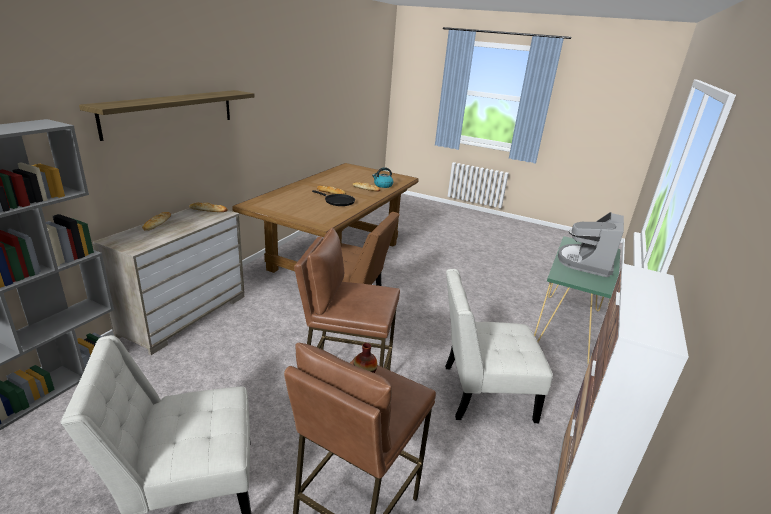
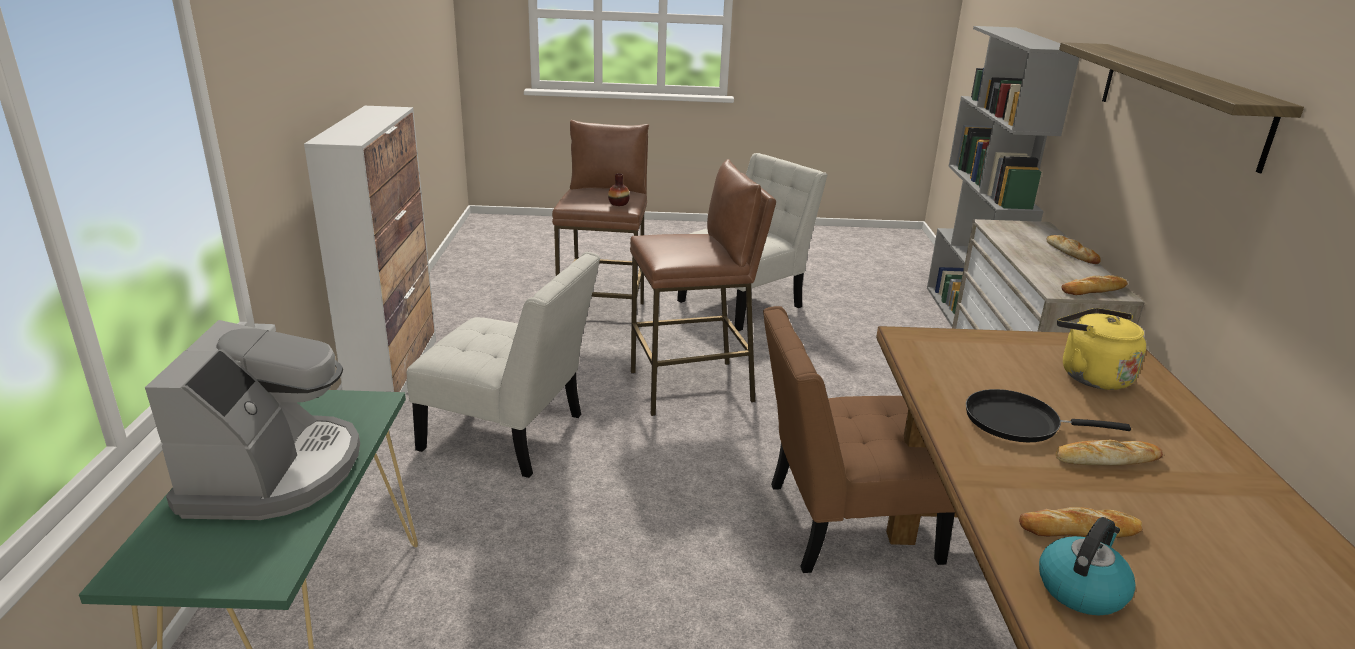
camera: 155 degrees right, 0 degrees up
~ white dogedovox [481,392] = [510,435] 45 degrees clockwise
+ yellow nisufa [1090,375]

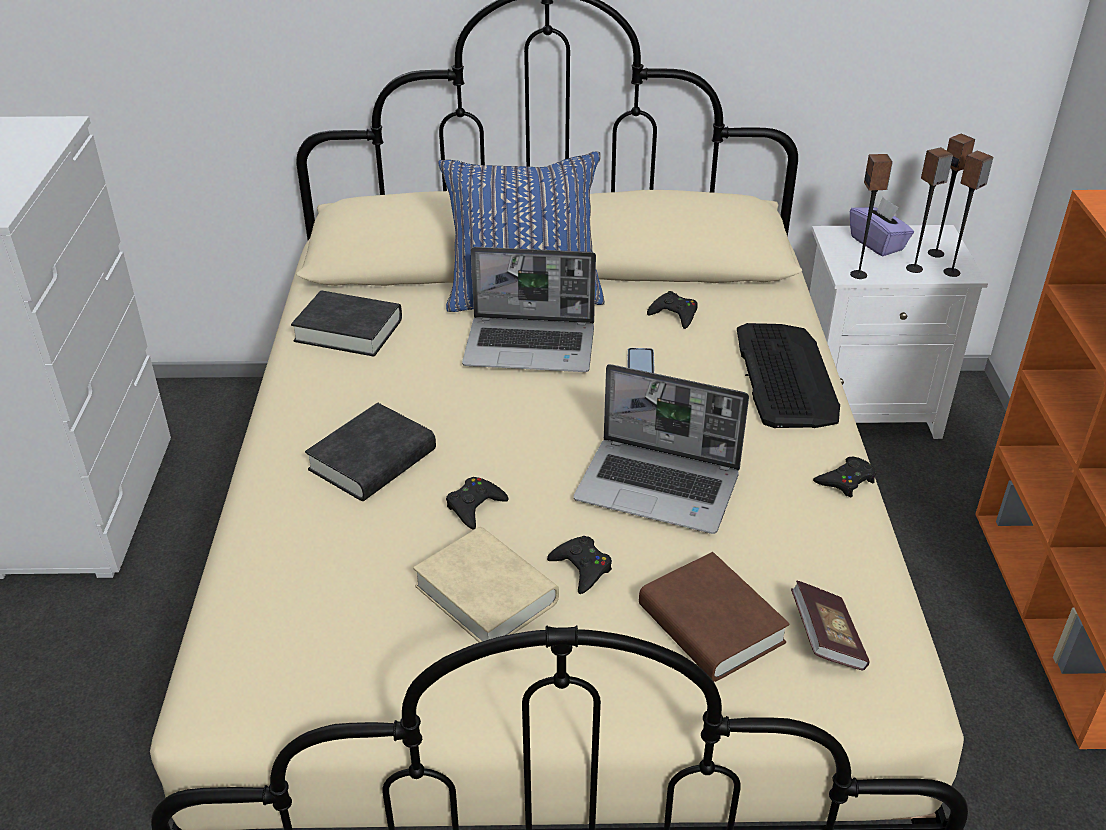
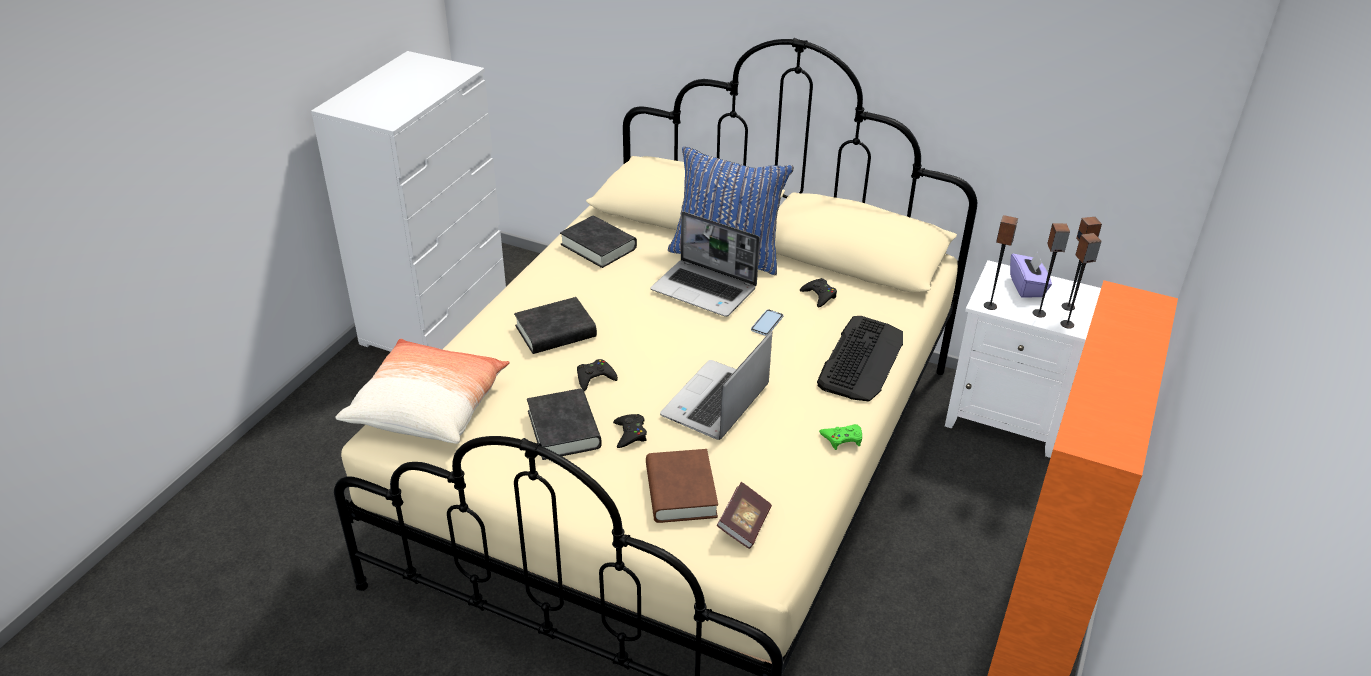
camera: 25 degrees right, 0 degrees up
~ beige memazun [486,594] to black memazun [564,429]
~ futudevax [660,487] = [716,403] 75 degrees clockwise
~ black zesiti [846,481] to green zesiti [842,439]
+ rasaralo [428,407]

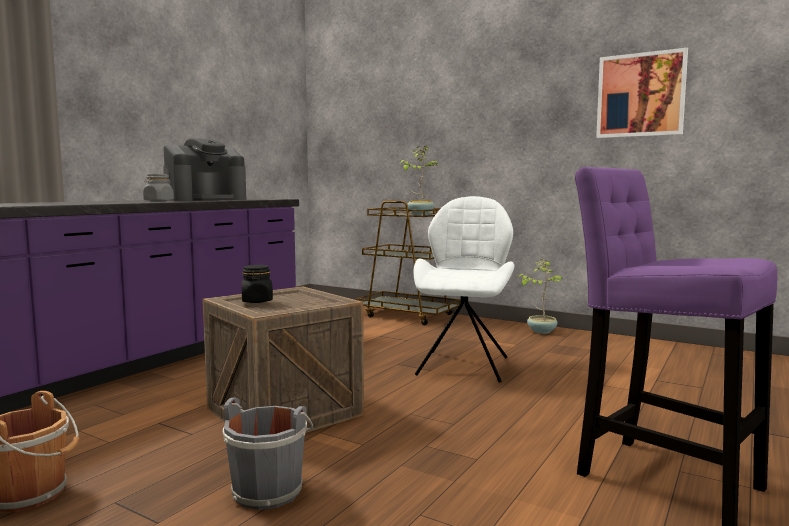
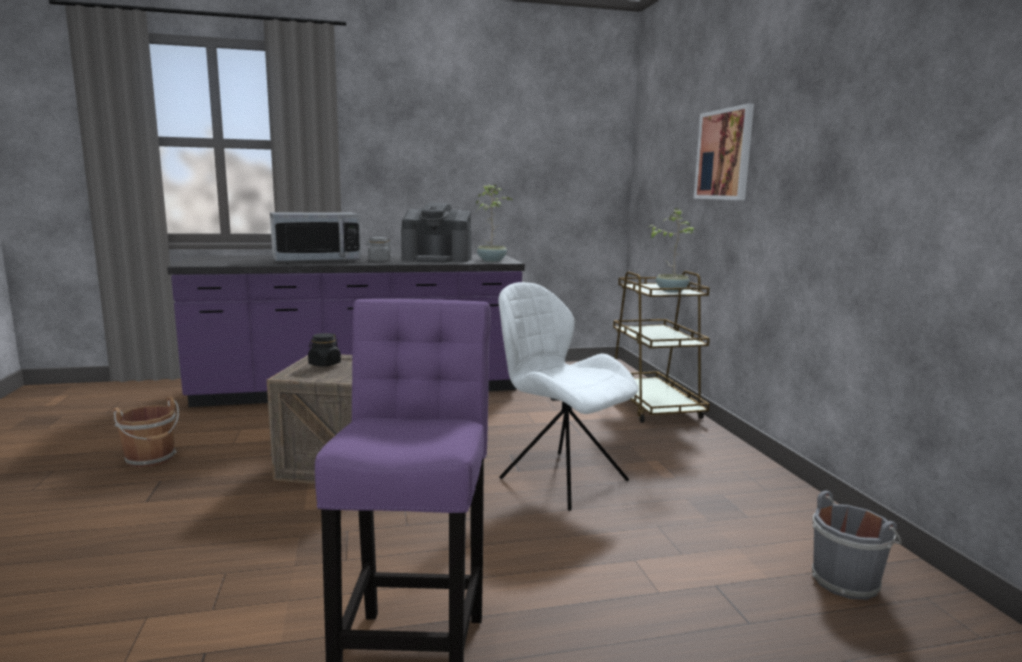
camera: 45 degrees right, 5 degrees up
~ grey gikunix [268,490] to [846,580]
~ white dogedovox [464,365] = [560,478] 105 degrees counterclockwise
~ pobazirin [541,331] to [492,260]
~ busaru [640,95] to [724,154]
+ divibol [316,260]

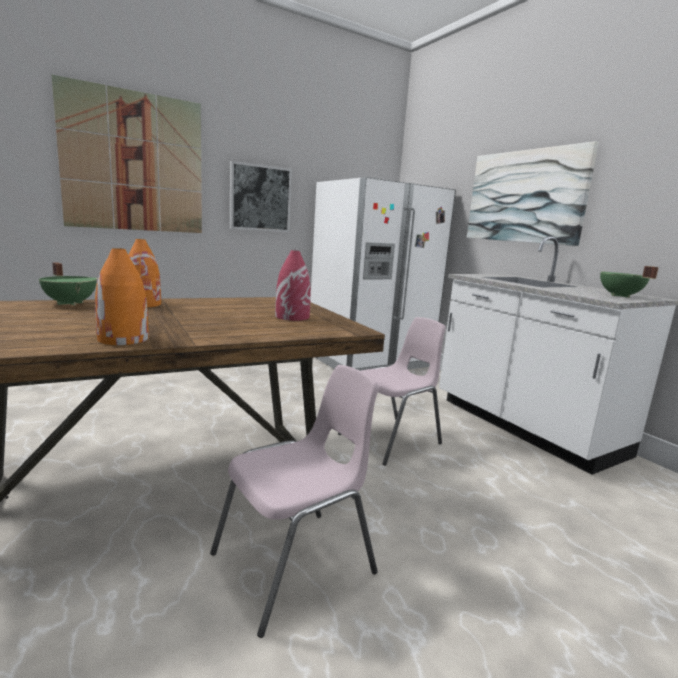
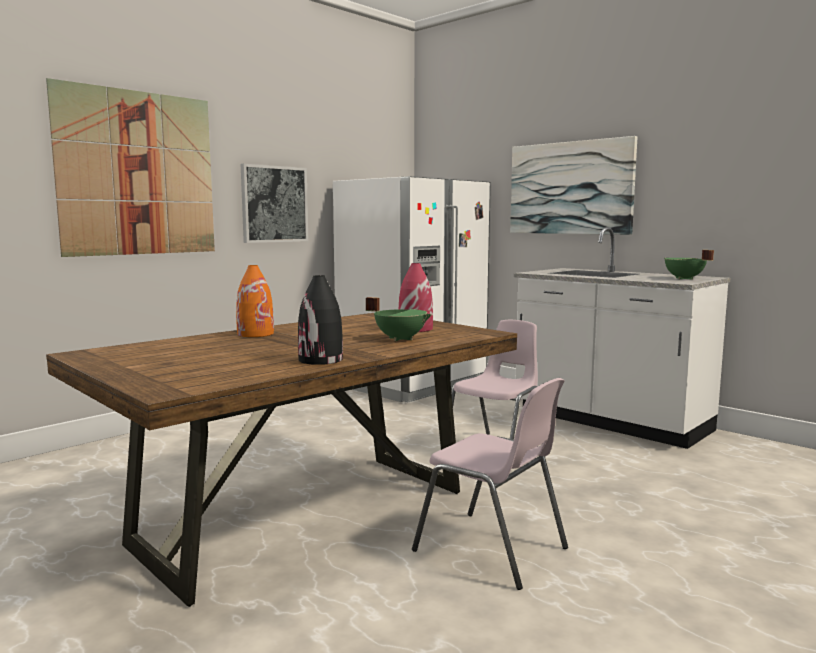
camera: 15 degrees left, 5 degrees down
~ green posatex [71,303] to [400,338]
~ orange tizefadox [123,339] to black tizefadox [320,360]
~ pink dogedovox [296,564] = [492,550] 90 degrees clockwise

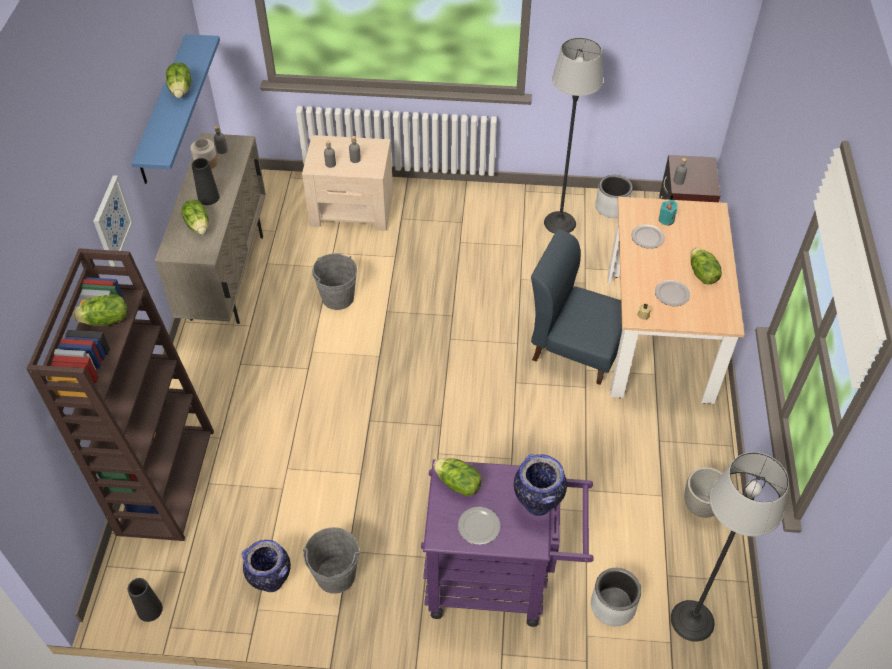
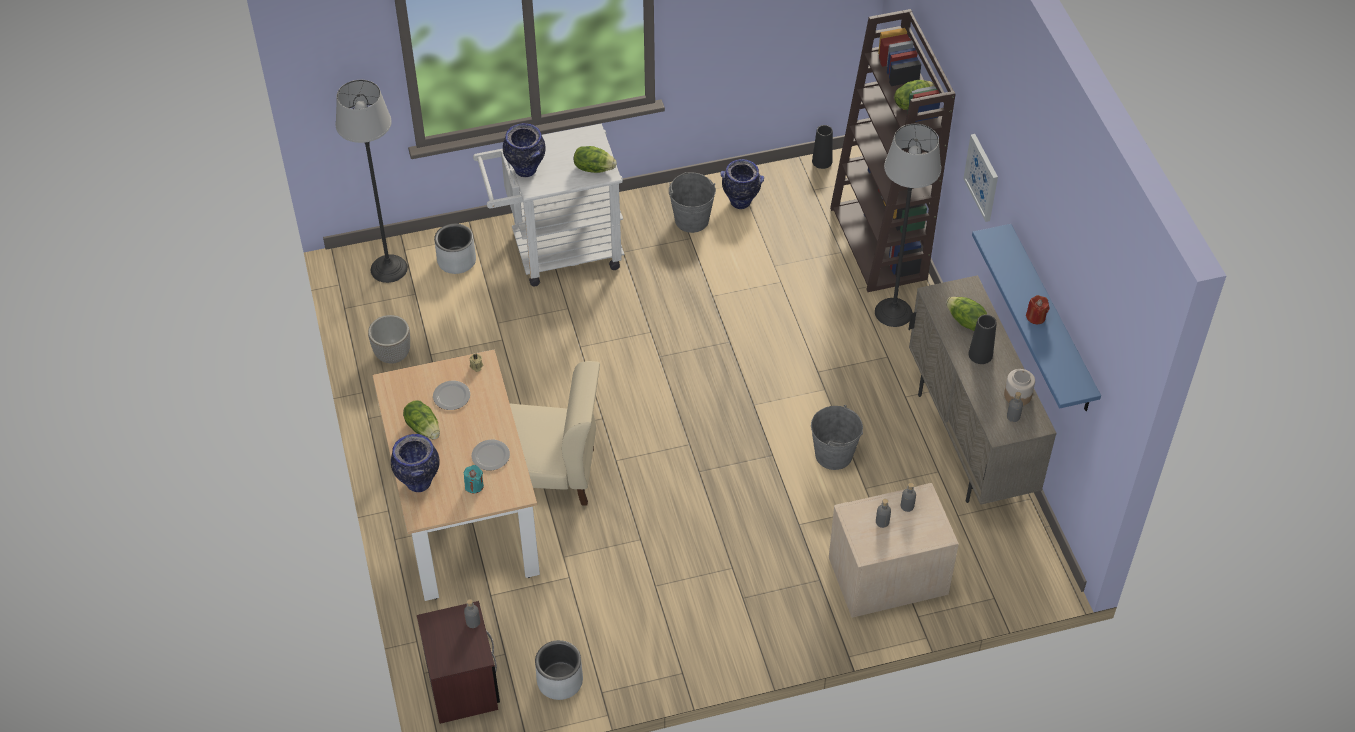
camera: 160 degrees right, 0 degrees up
~ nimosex [181,90] to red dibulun [1035,317]
~ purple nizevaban [499,580] to white nizevaban [556,252]
- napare [478,526]
~ blue dogedovox [576,348] to beige dogedovox [551,473]
~ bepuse [559,222] to [893,312]
+ tizefadox [418,482]

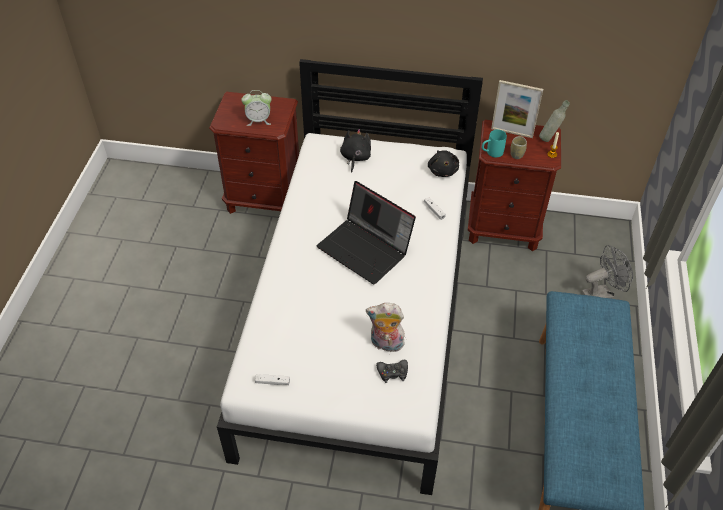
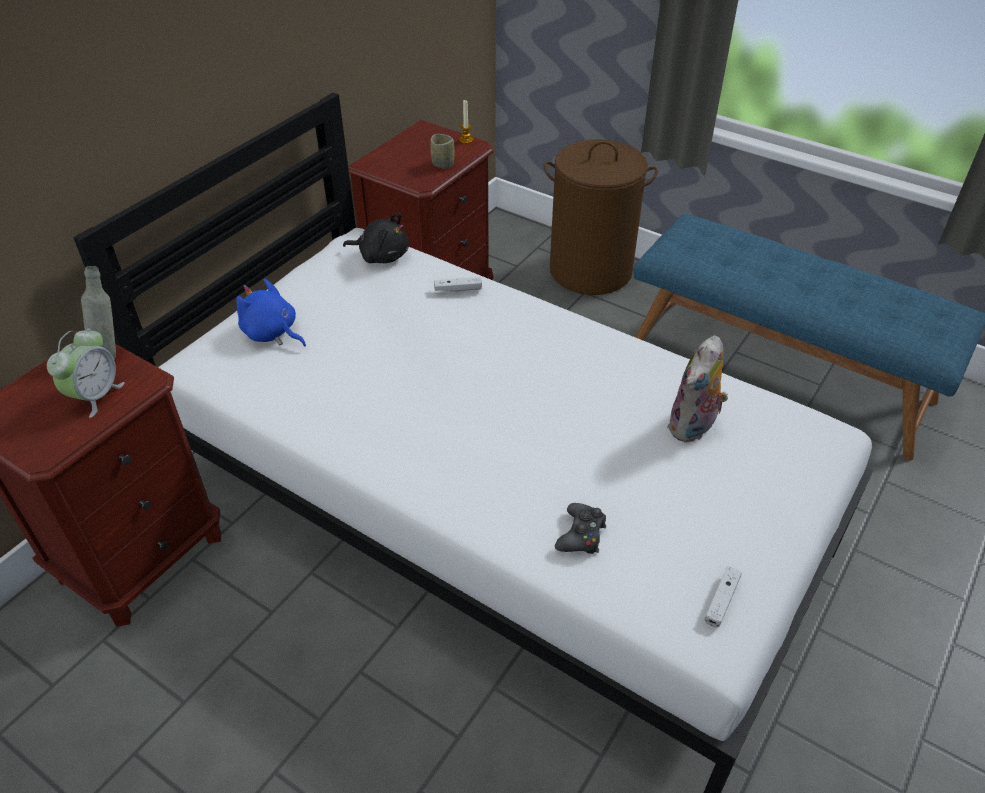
camera: 65 degrees left, 5 degrees down
- futudevax [366,249]
~ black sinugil [355,158] to blue sinugil [272,333]
~ black zesiti [392,372] to [581,535]
- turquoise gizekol [491,153]
- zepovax [512,132]
~ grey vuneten [549,139] to [110,353]
~ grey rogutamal [601,293] to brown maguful [590,271]

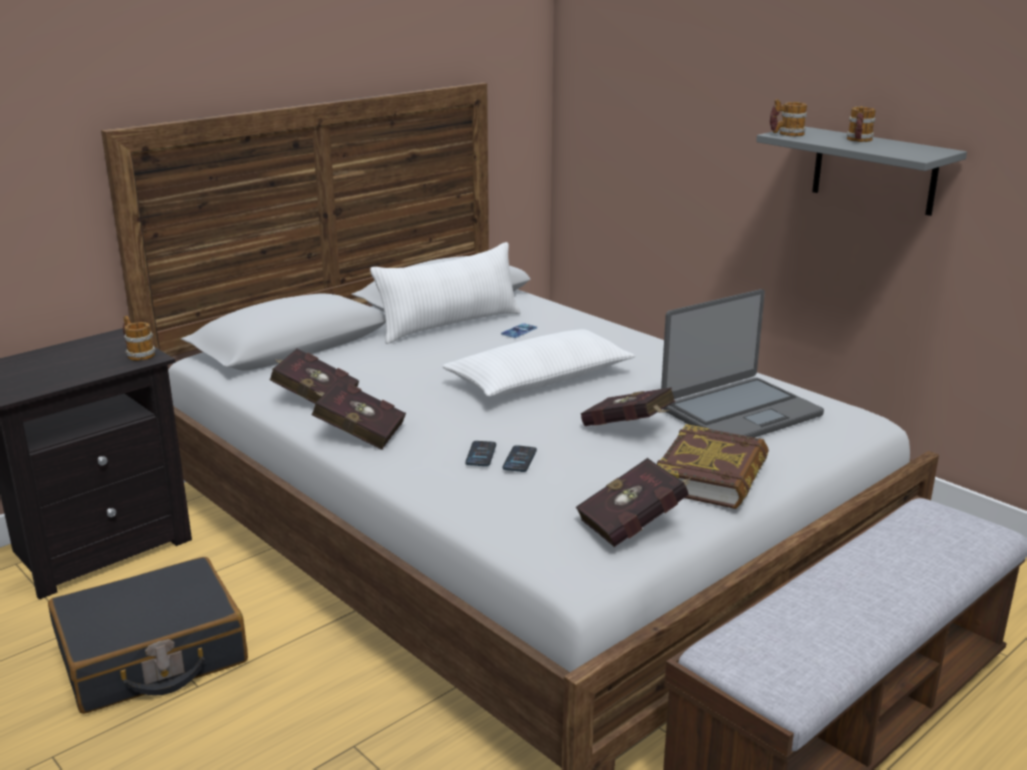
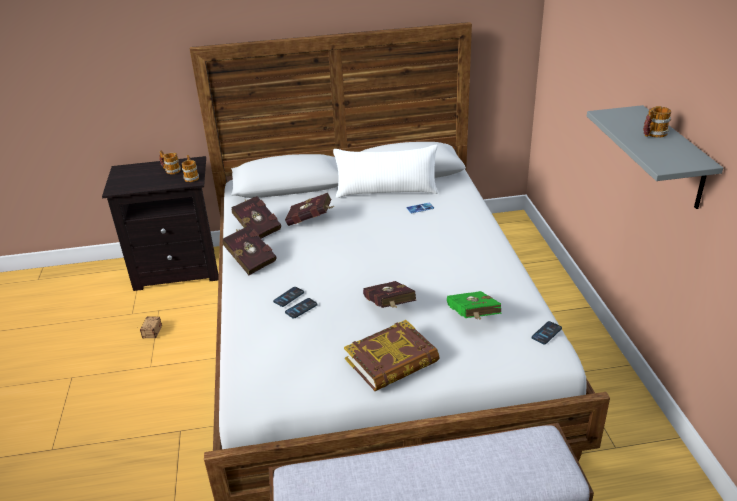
camera: 35 degrees right, 10 degrees up
~ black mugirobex [152,655] to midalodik [148,341]
- white rasaralo [539,380]
~ red memazun [635,524] to [311,220]
~ futudevax [739,412] to green memazun [472,318]
~ gizekol [786,134] to [170,170]
+ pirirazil [546,333]

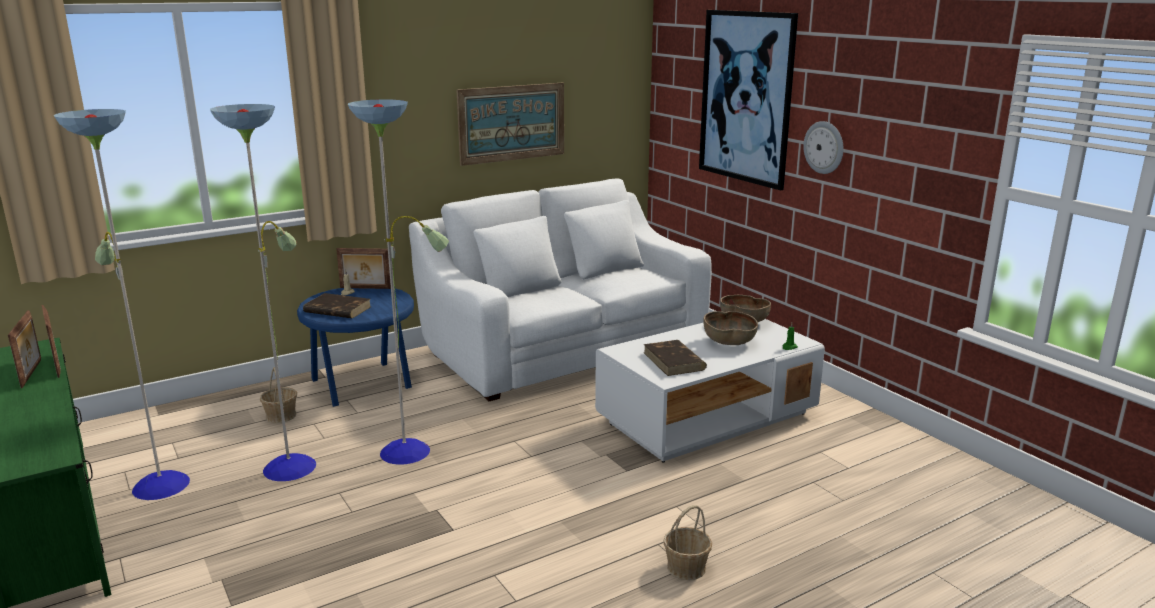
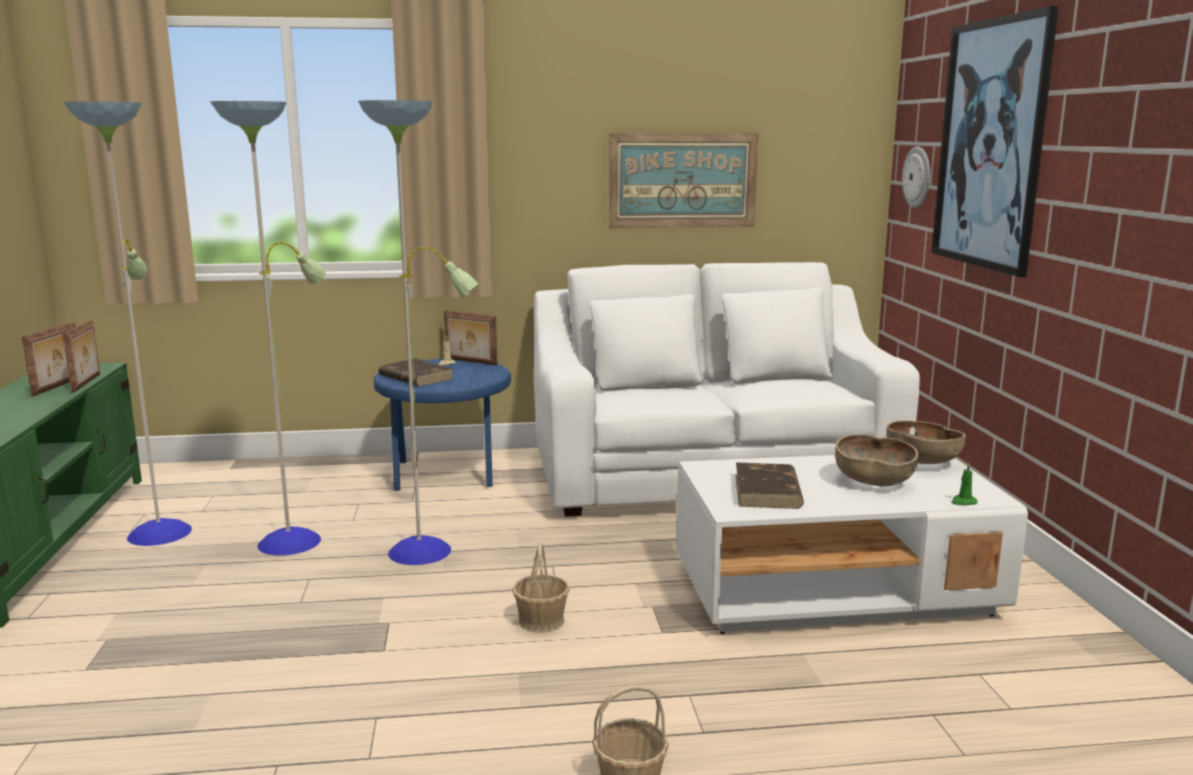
camera: 25 degrees right, 5 degrees down
~ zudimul [281,416] to [541,620]
~ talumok [824,147] to [918,177]

